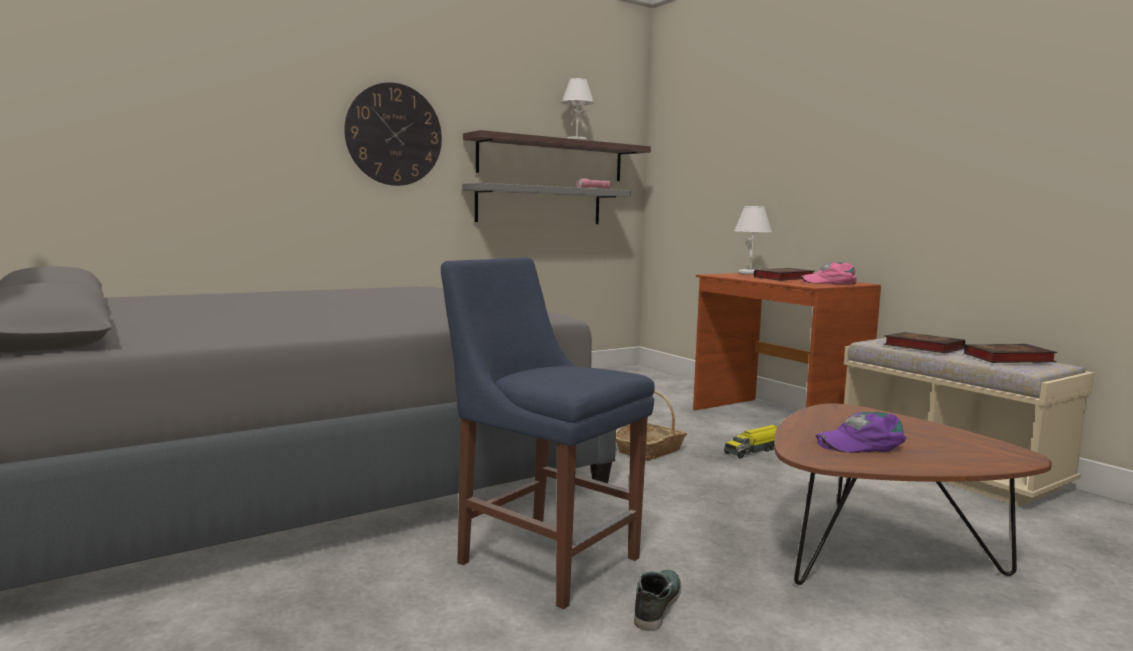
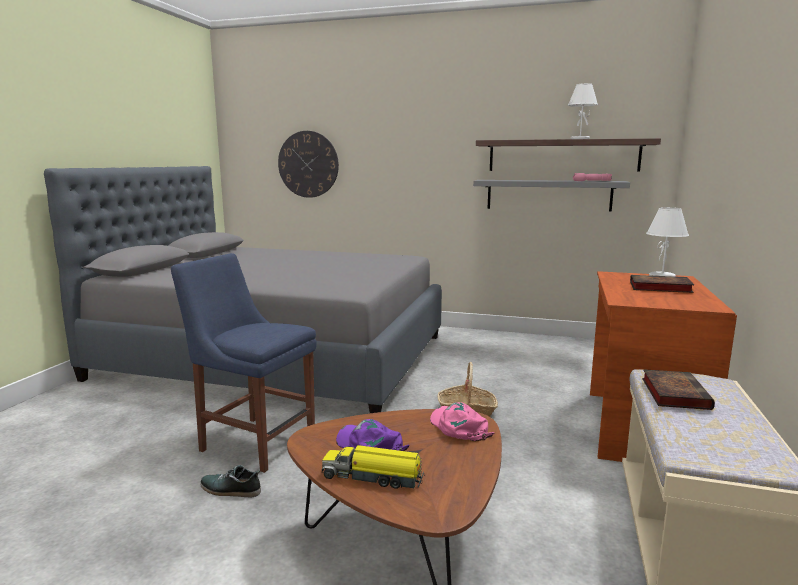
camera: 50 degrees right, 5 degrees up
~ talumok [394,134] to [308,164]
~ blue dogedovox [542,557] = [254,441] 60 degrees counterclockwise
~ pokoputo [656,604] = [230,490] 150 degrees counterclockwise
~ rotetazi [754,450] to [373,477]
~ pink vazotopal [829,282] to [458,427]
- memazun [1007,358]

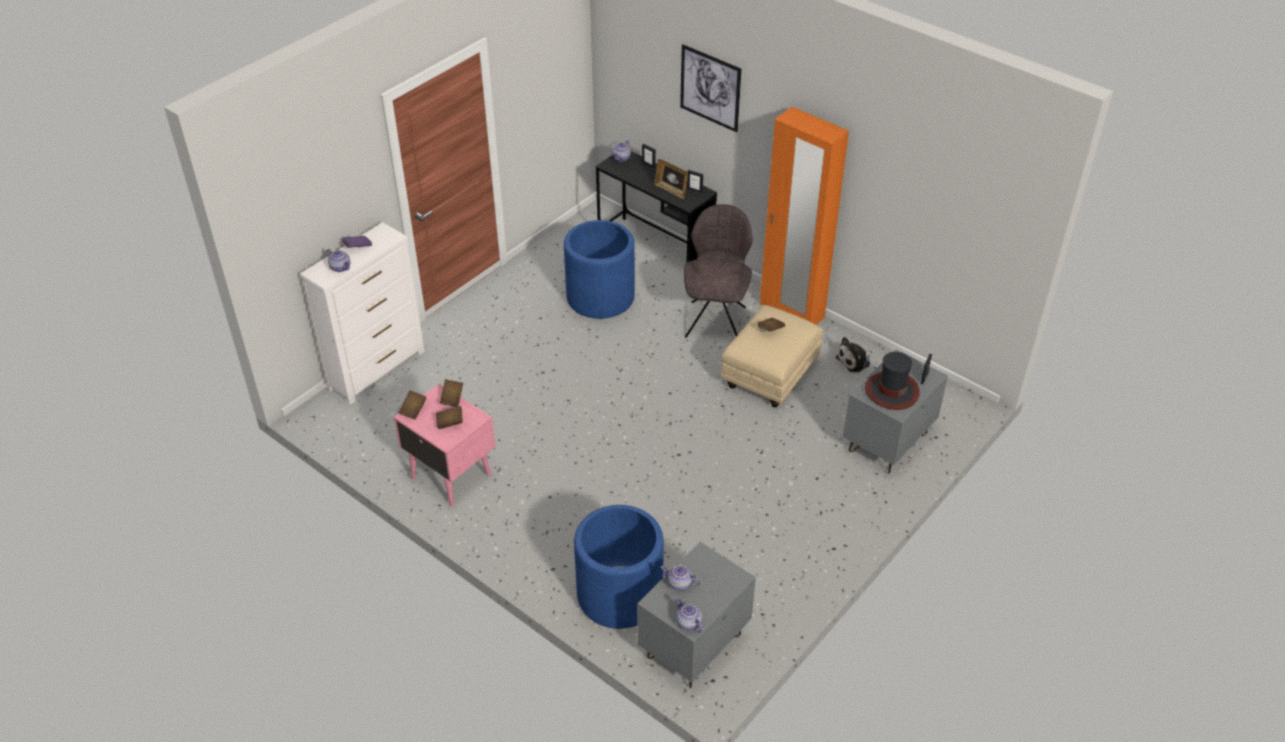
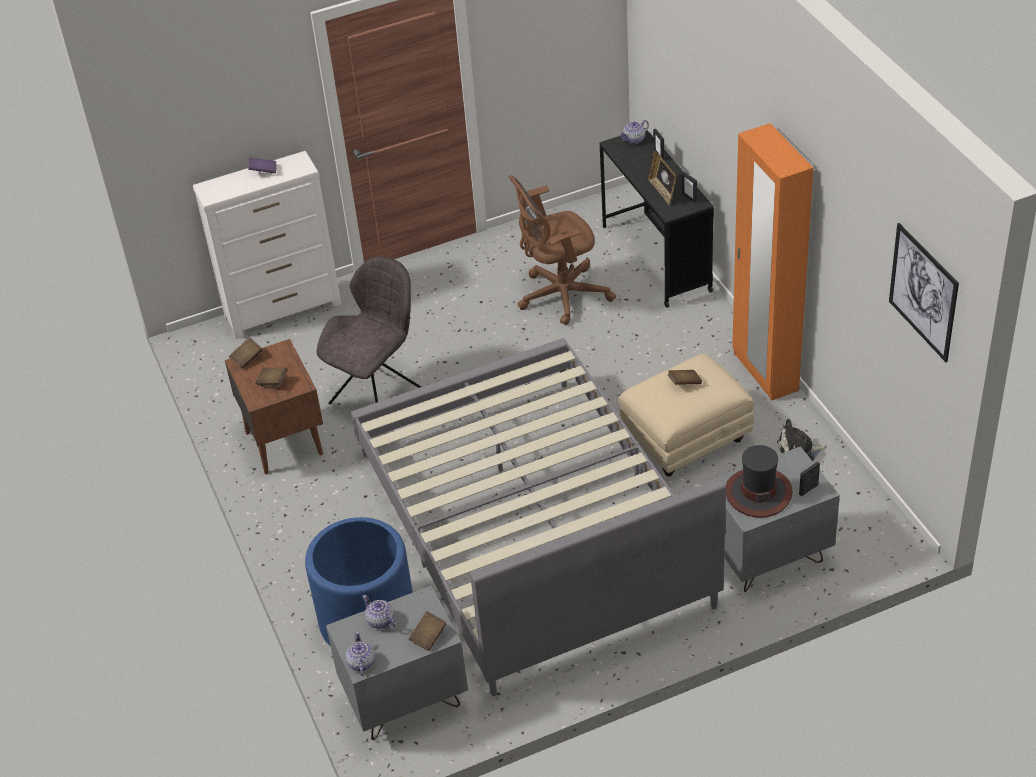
camera: 30 degrees right, 0 degrees up
- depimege [340,267]
~ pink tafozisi [450,475] to brown tafozisi [284,442]
~ brown memazun [452,398] to [428,637]
~ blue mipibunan [600,297] to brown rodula [559,296]
~ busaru [710,88] to [923,292]
~ grey dogedovox [716,320] to [378,394]
+ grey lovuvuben [531,528]

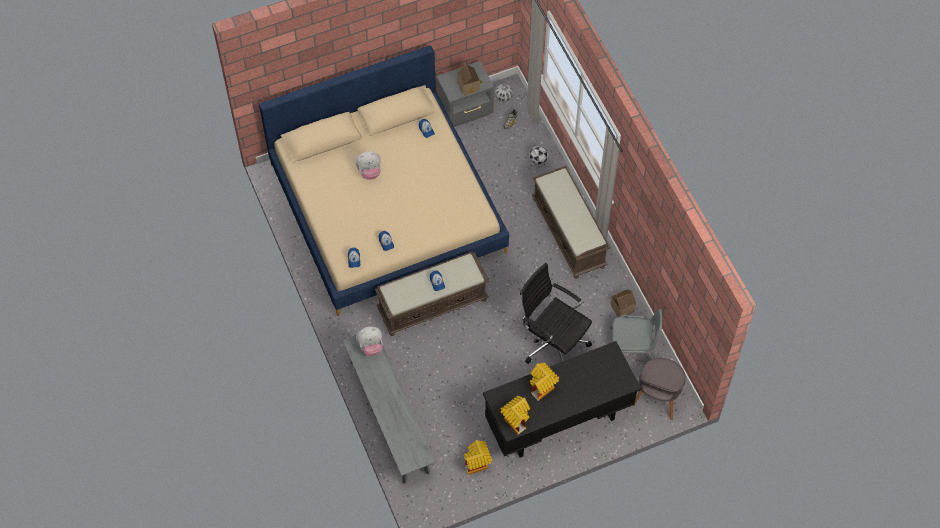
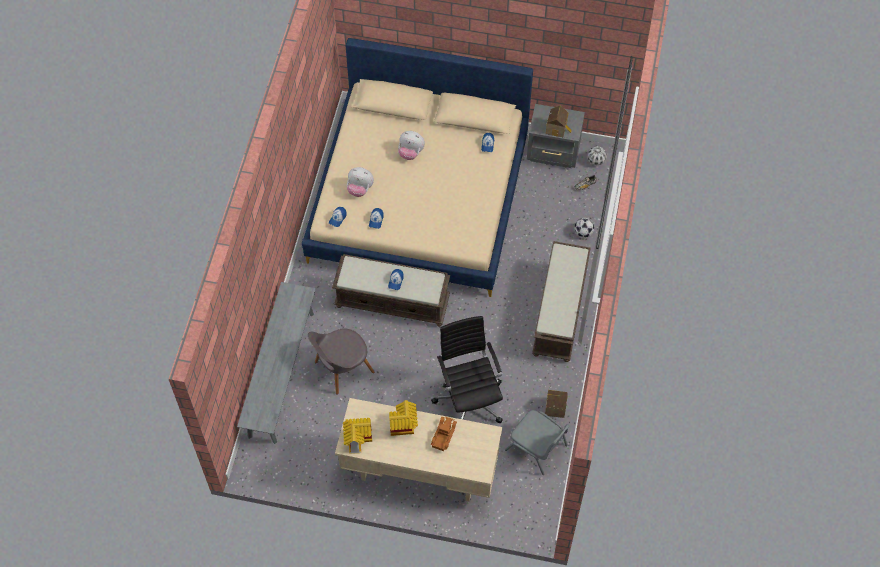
camera: 35 degrees right, 0 degrees up
~ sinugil [370,346] to [360,189]
- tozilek [477,464]
~ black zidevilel [558,421] to beige zidevilel [419,470]
~ grey dogedovox [657,397] to [341,368]
+ rotetazi [443,435]

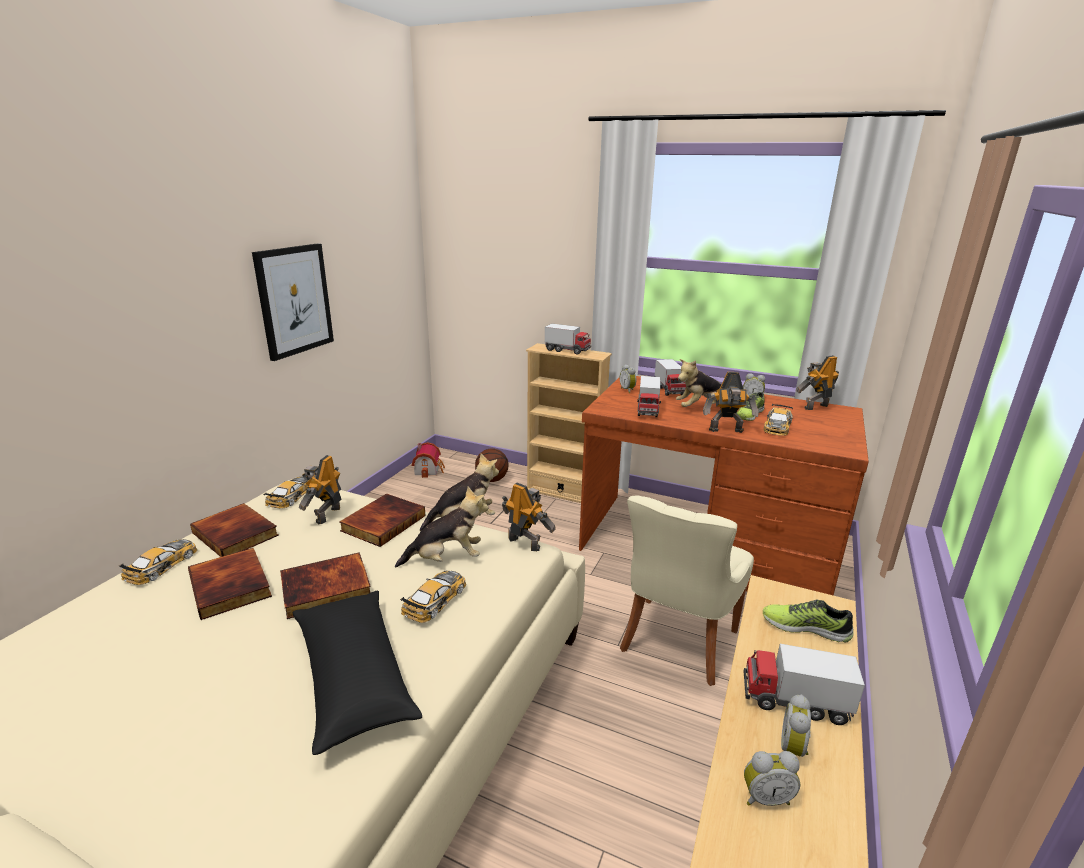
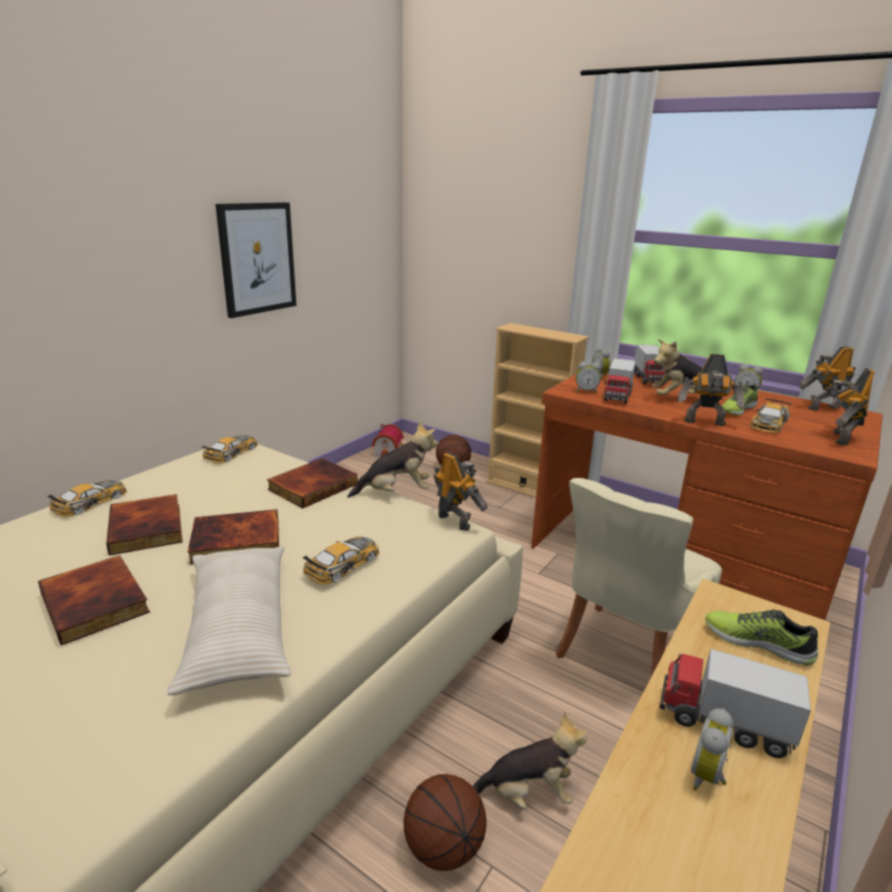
camera: 10 degrees right, 0 degrees up
~ memazun [237,534] to [97,602]
~ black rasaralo [353,676] to beige rasaralo [238,628]
~ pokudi [326,515] to [837,438]
~ sinugil [446,559] to [527,794]
- rotetazi [567,350]
~ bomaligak [765,797] to [586,391]
+ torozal [443,847]

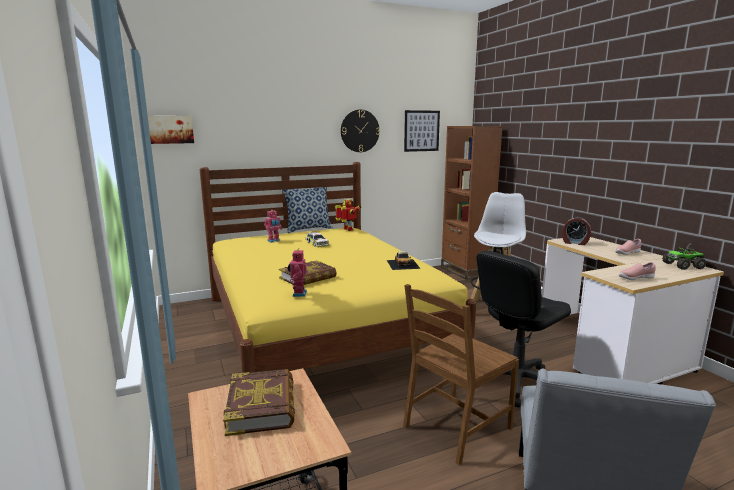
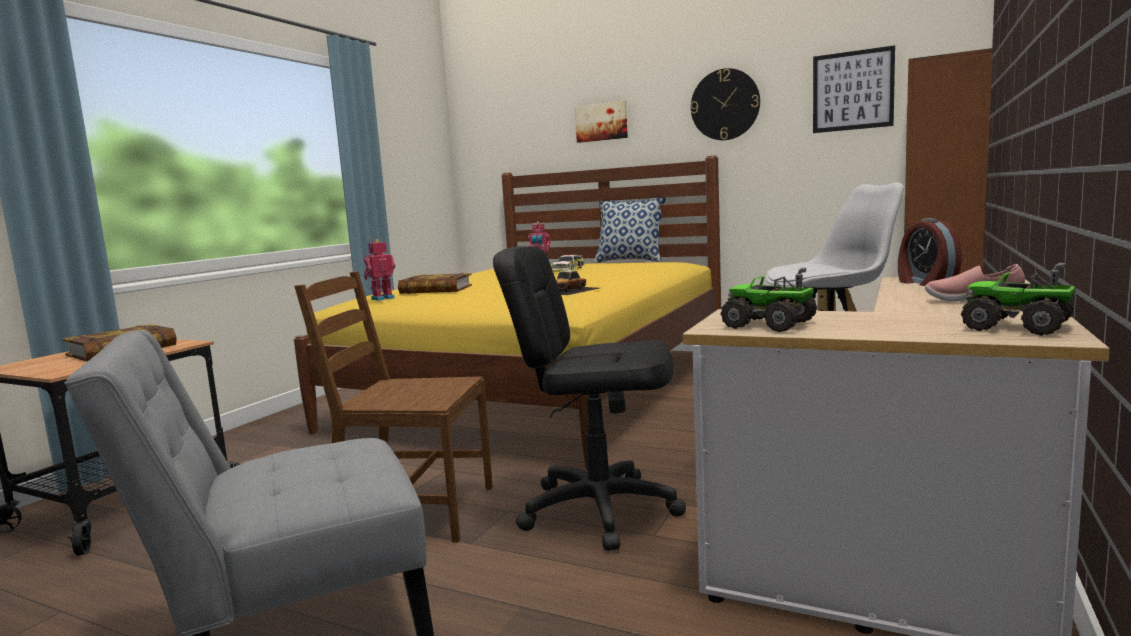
camera: 50 degrees right, 5 degrees down
~ busaru [170,129] to [602,122]
- pokudi [347,230]
~ pink pokoputo [635,278] to rotetazi [770,325]

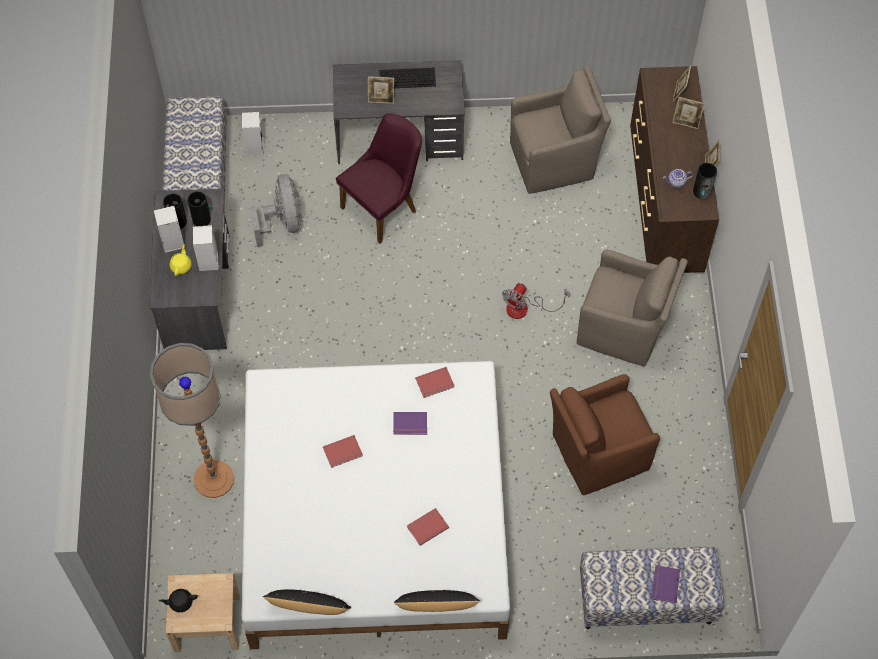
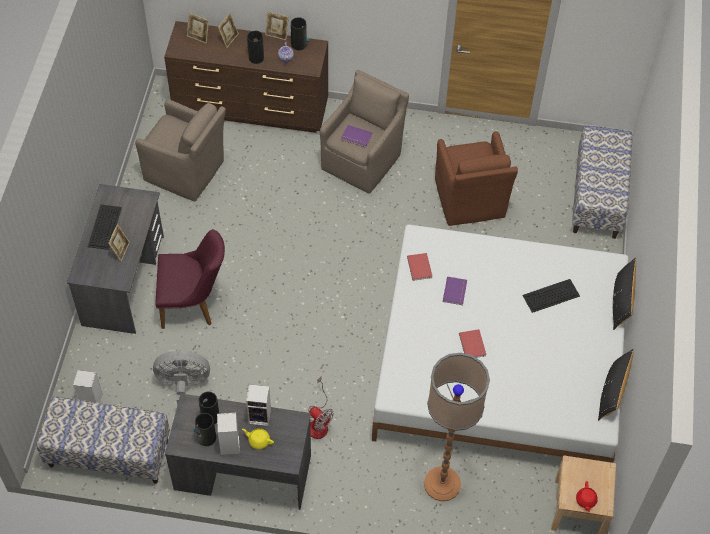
camera: 80 degrees left, 5 degrees down
~ black depimege [180,602] to red depimege [585,500]
~ purple dogedovox [384,206] = [193,305] 120 degrees clockwise
~ red memazun [427,526] to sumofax [550,296]
~ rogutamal [525,308] to [318,422]
~ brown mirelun [554,160] = [186,172] 120 degrees clockwise
~ purple memazun [664,584] to [356,137]
+ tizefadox [256,57]

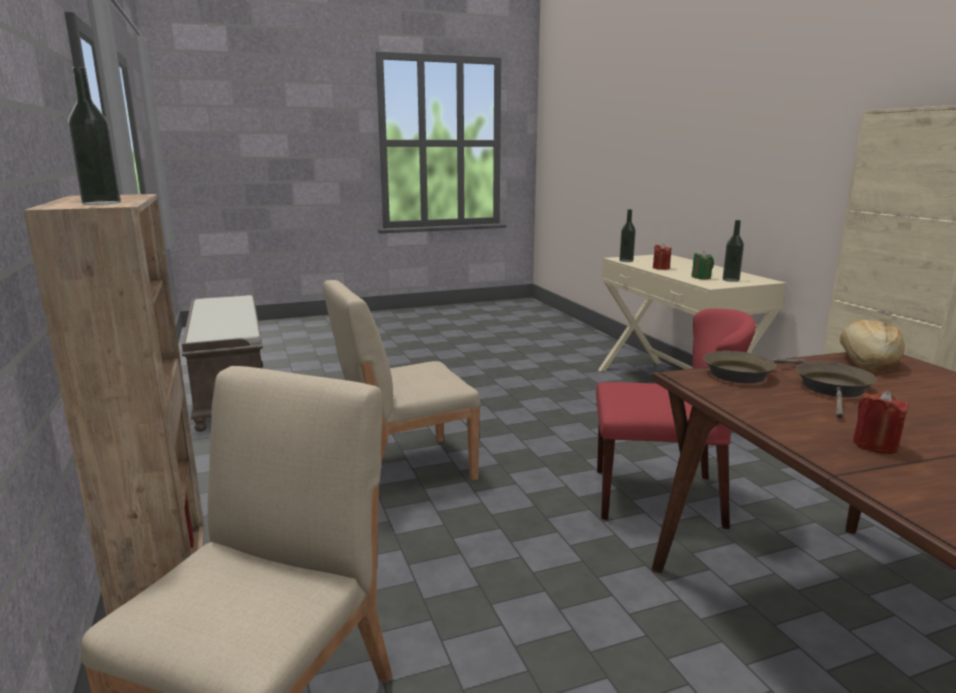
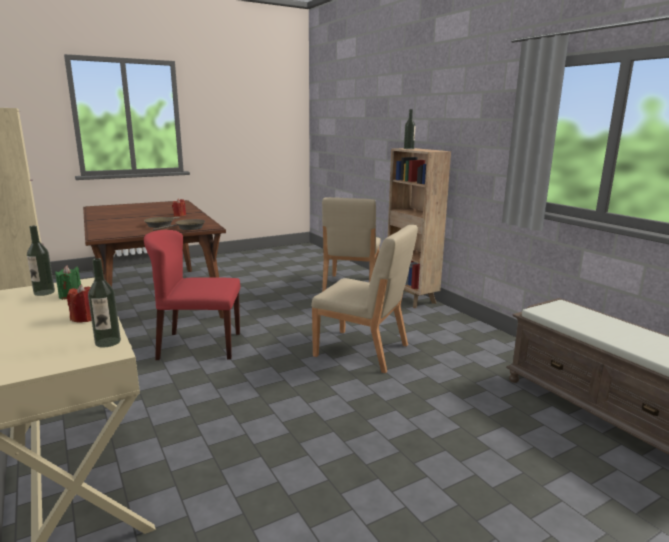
camera: 170 degrees right, 0 degrees up
~ beige dogedovox [404,468] = [362,351] 60 degrees clockwise
- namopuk [866,362]

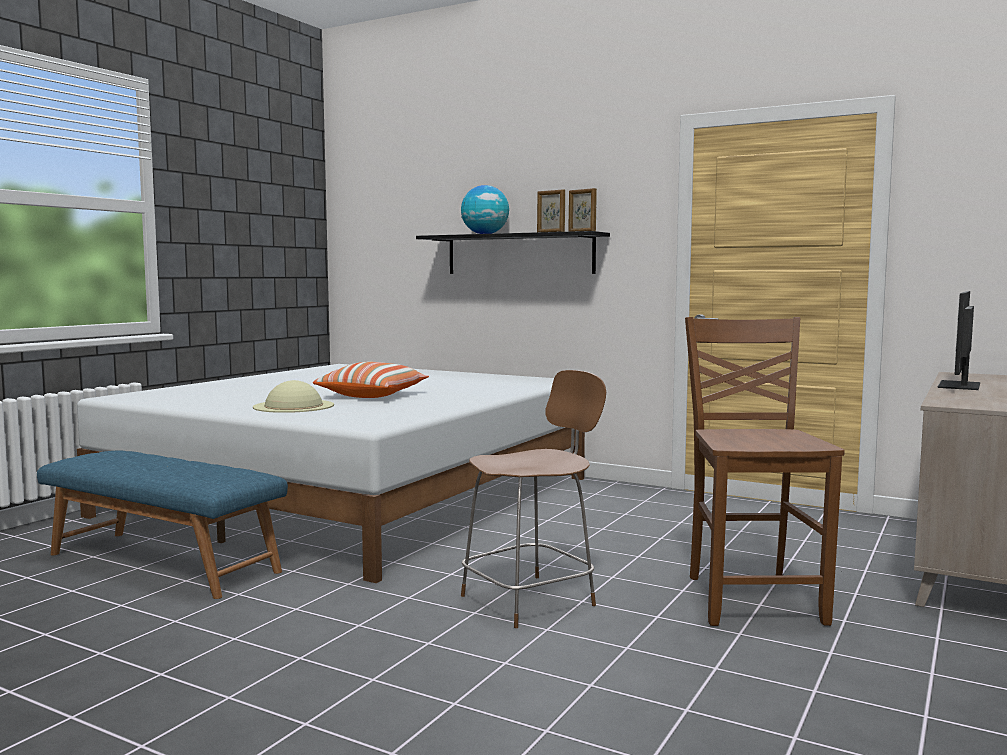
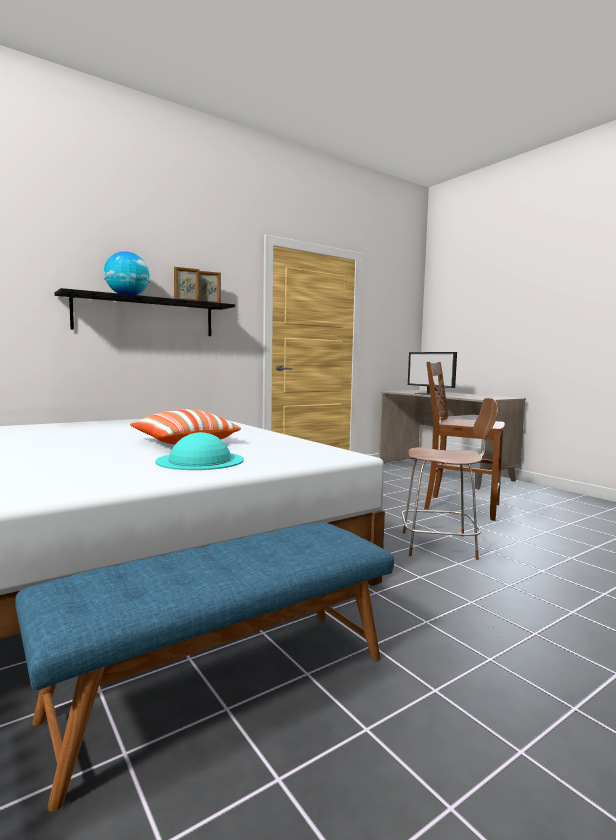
camera: 65 degrees left, 0 degrees up
~ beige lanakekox [293,406] to turquoise lanakekox [200,460]
~ brown dogedovox [531,599] = [441,545] 105 degrees clockwise

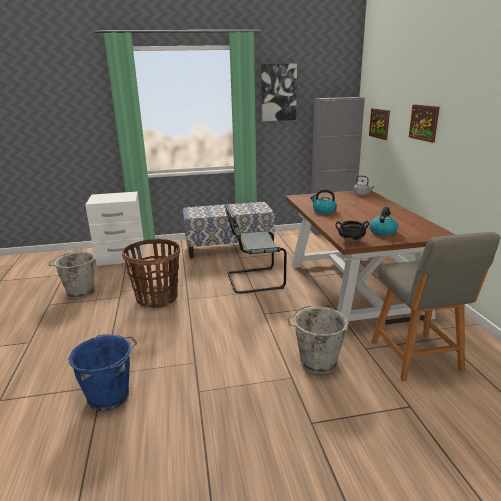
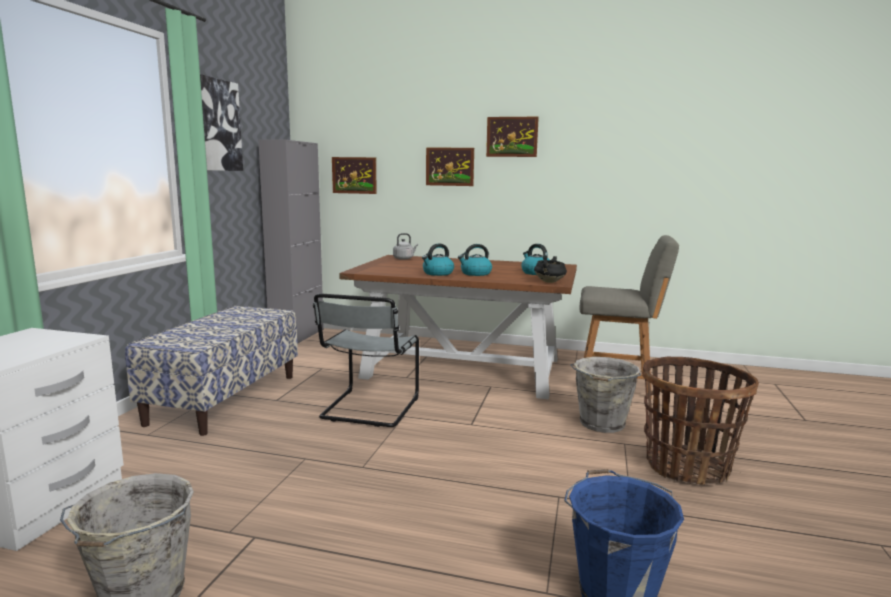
camera: 65 degrees left, 10 degrees down
~ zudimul [157,298] to [687,467]
+ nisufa [475,273]
+ busaru [512,137]

